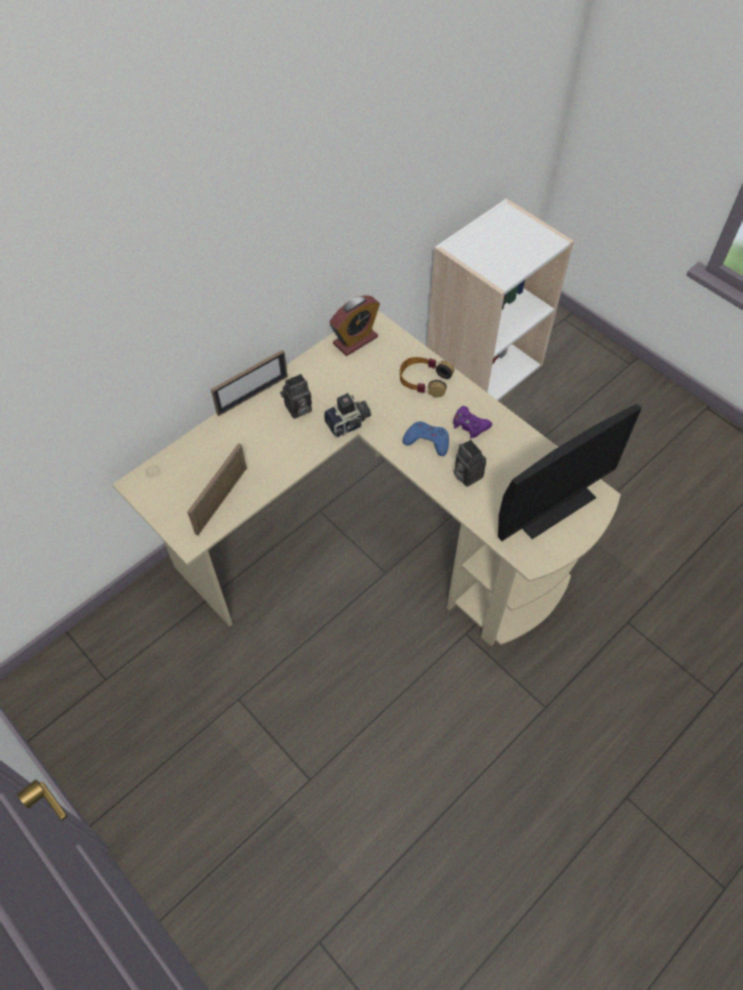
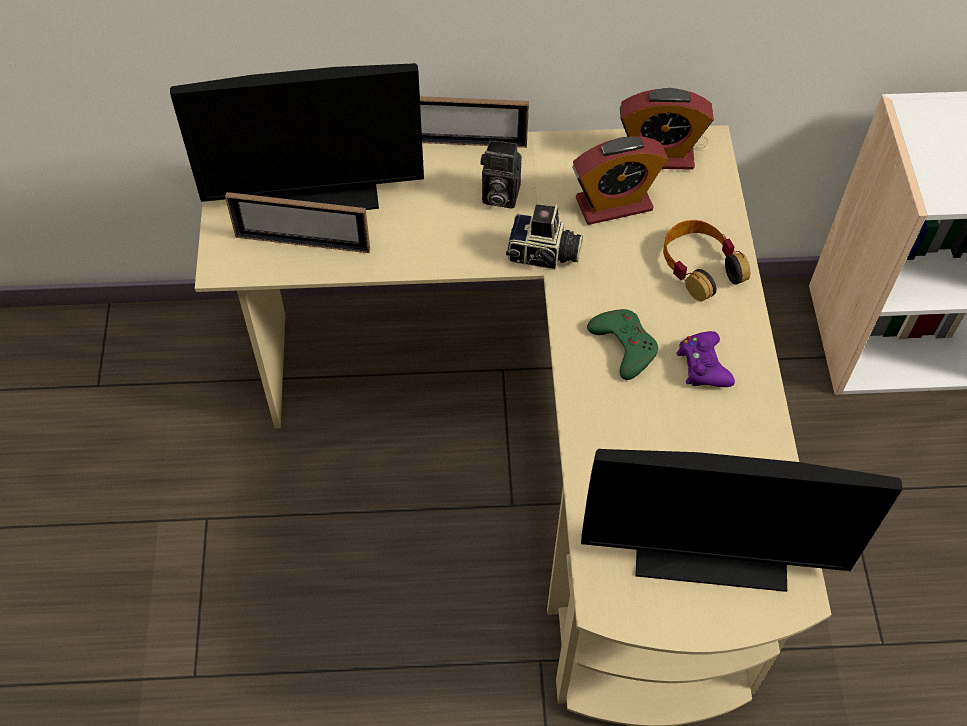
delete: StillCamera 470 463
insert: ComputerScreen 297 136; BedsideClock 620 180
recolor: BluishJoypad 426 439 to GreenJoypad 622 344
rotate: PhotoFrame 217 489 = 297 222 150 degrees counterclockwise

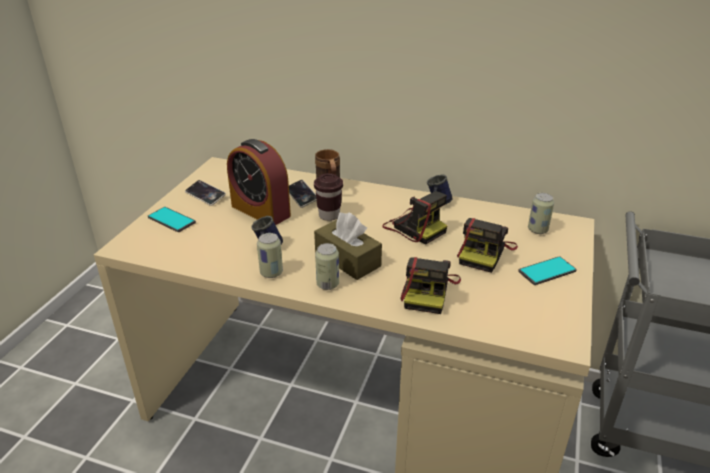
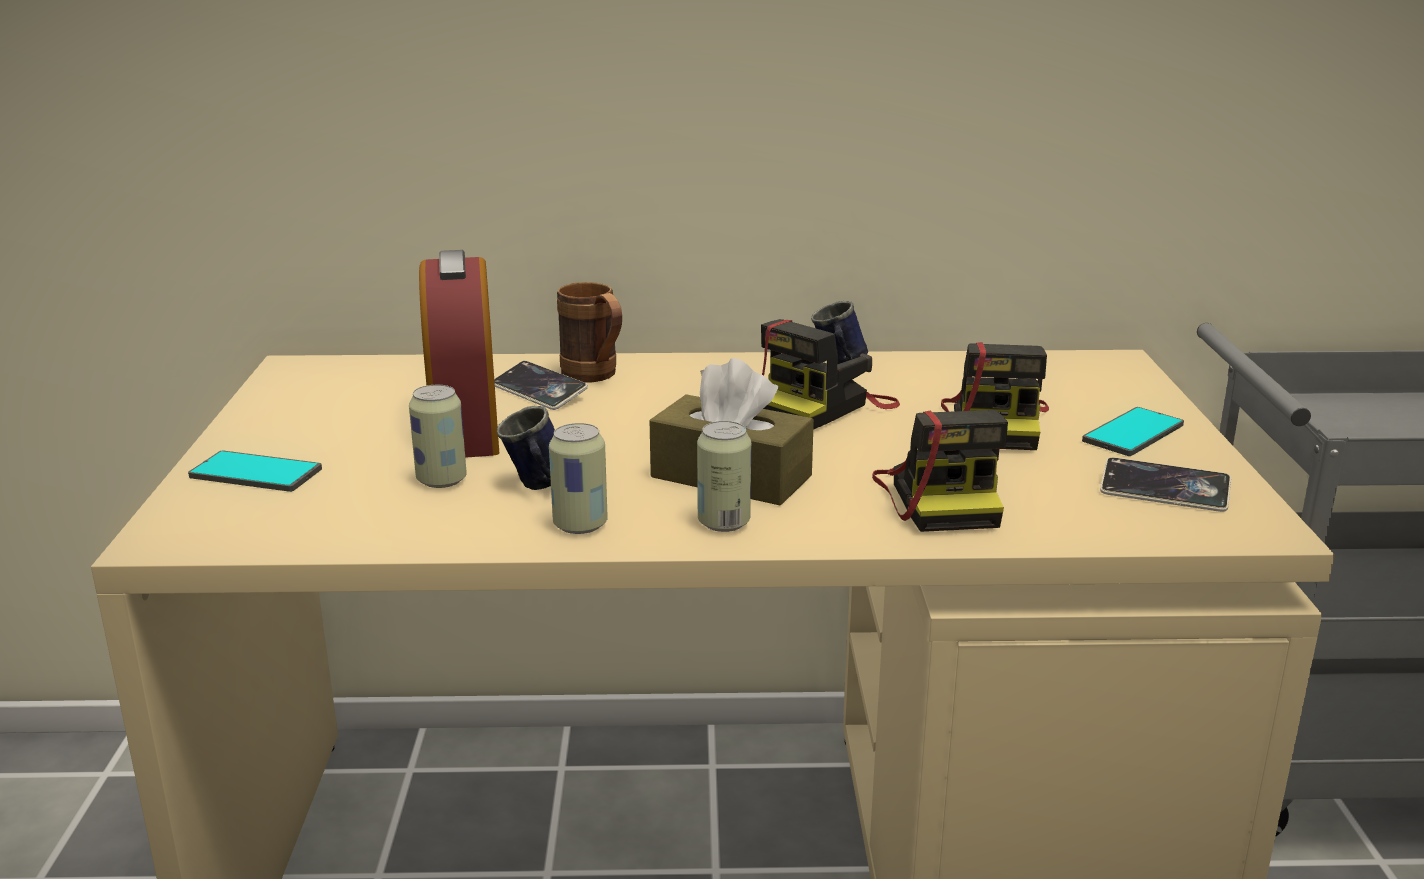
delete: BrownishSmallCup 328 197
move: Handset 205 193 to 1165 484; Can 541 213 to 438 436
rotate: BedsideClock 259 182 = 459 354 60 degrees clockwise; StillCamera 415 218 = 830 374 105 degrees clockwise

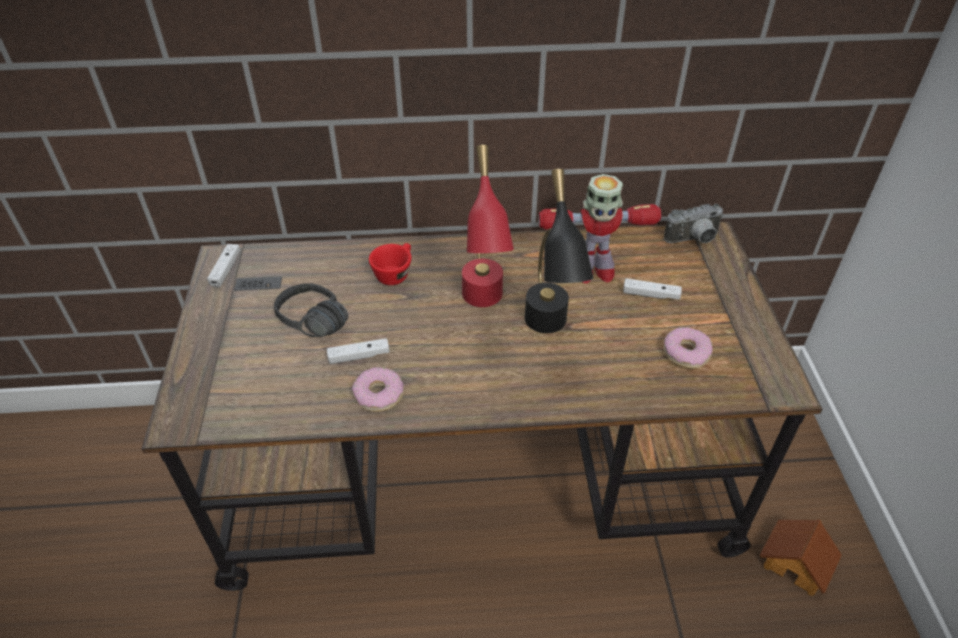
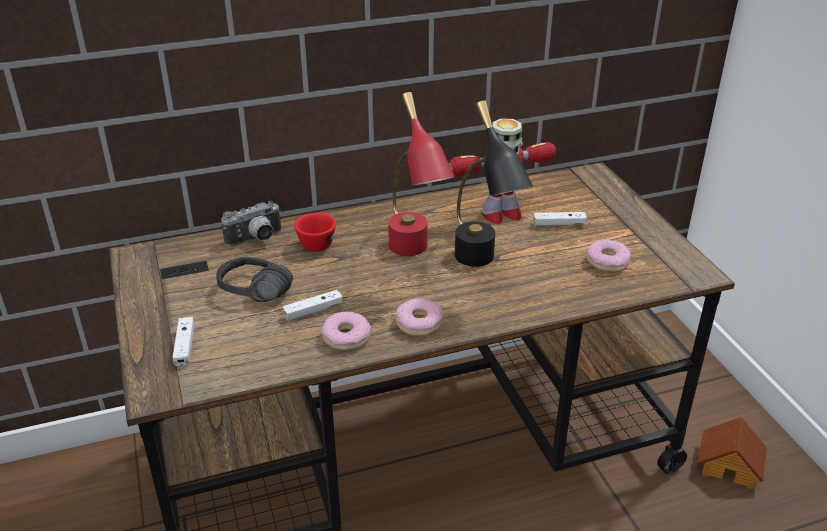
insert: Doughnut 419 317
move: StillCamera 694 223 to 251 224; WhitishJoypad 224 265 to 183 342

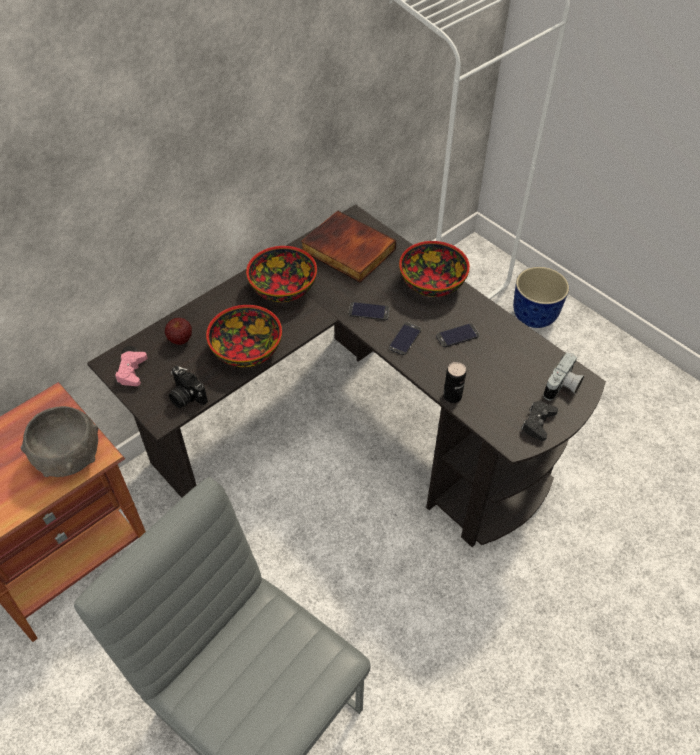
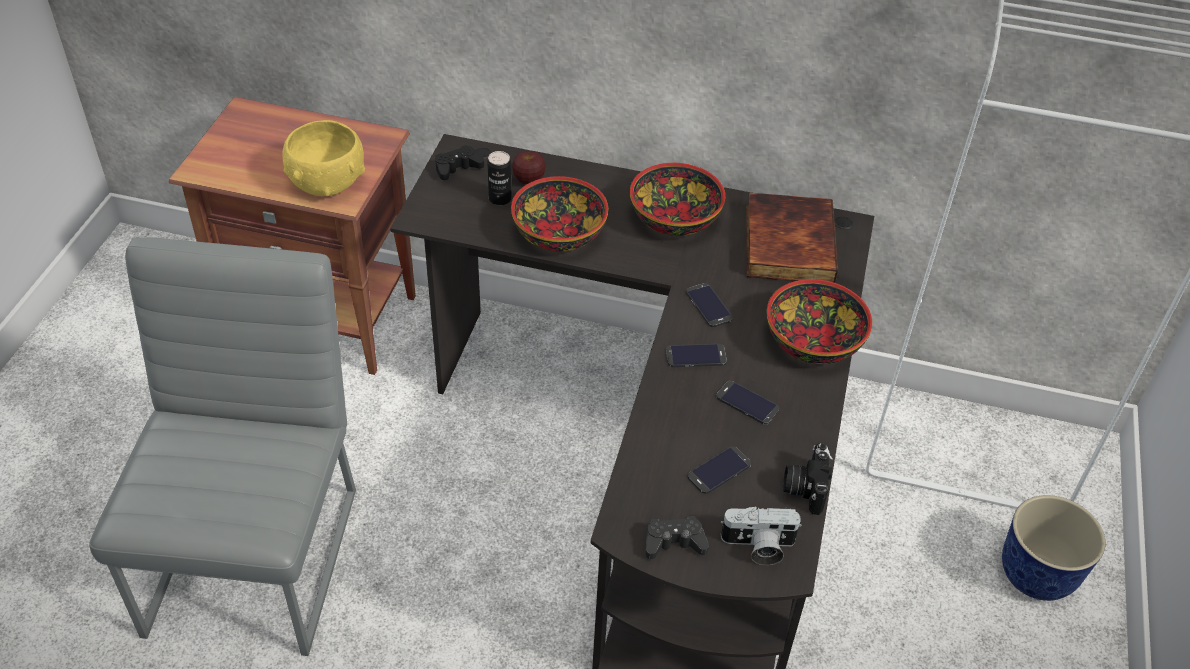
insert: Handset 719 470
move: Can 454 382 to 499 178; StillCamera 188 387 to 808 479
recolor: PinkishJoypad 131 368 to BlackJoypad 459 162; GreyBowl 59 441 to YellowishBowl 324 158

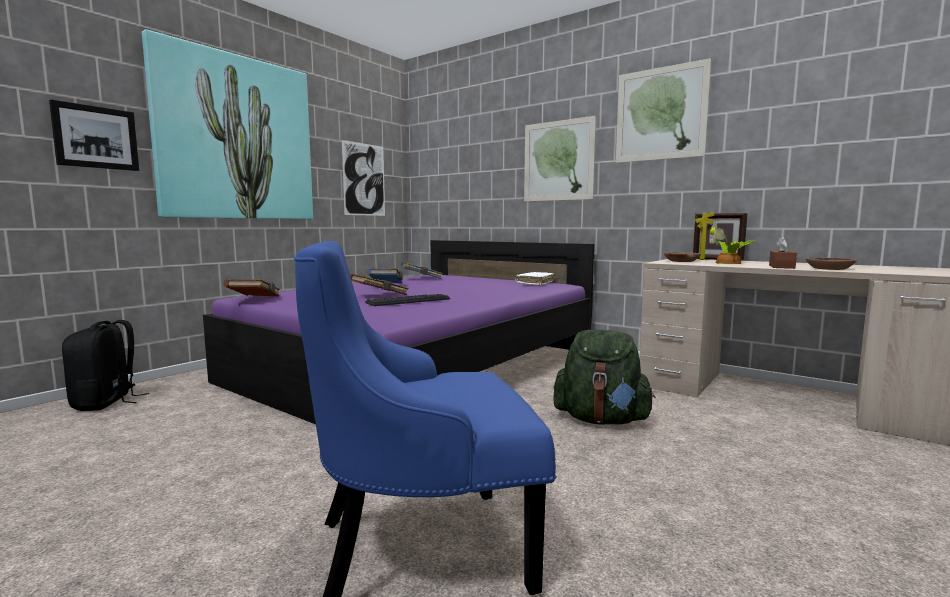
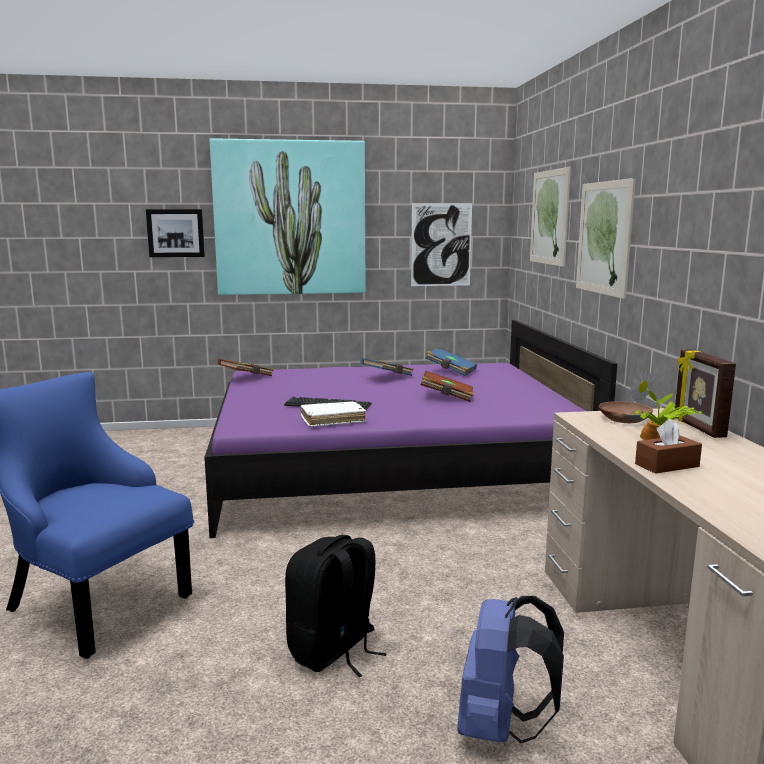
delete: BrownishBowl 831 264; GreenRucksack 604 377
insert: BluishRucksack 510 669
move: WallPicture 663 110 to 550 217; WhitishBook 534 278 to 333 414; BrownishBook 379 284 to 447 386; BlackRucksack 105 365 to 336 606

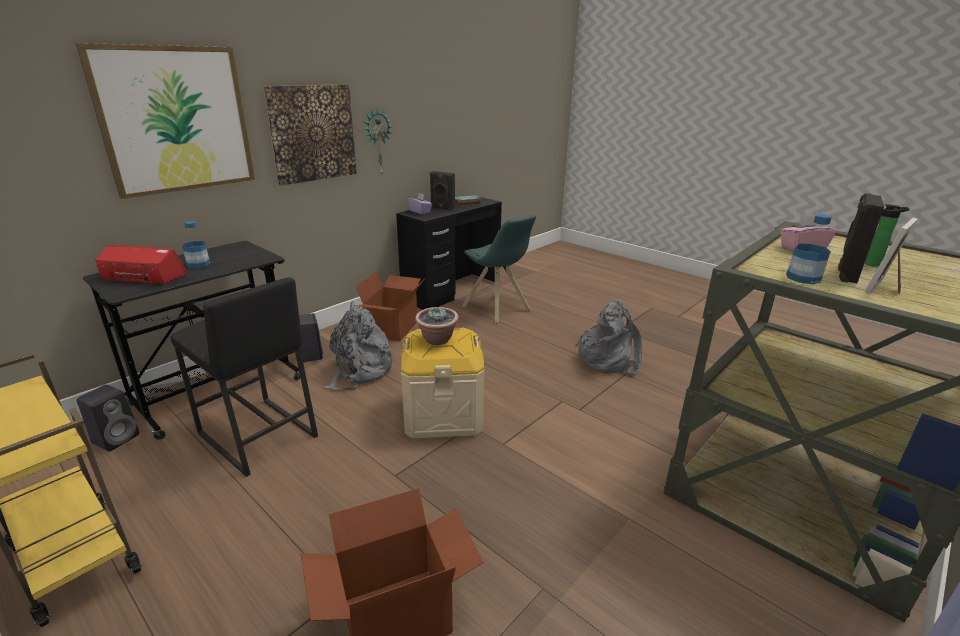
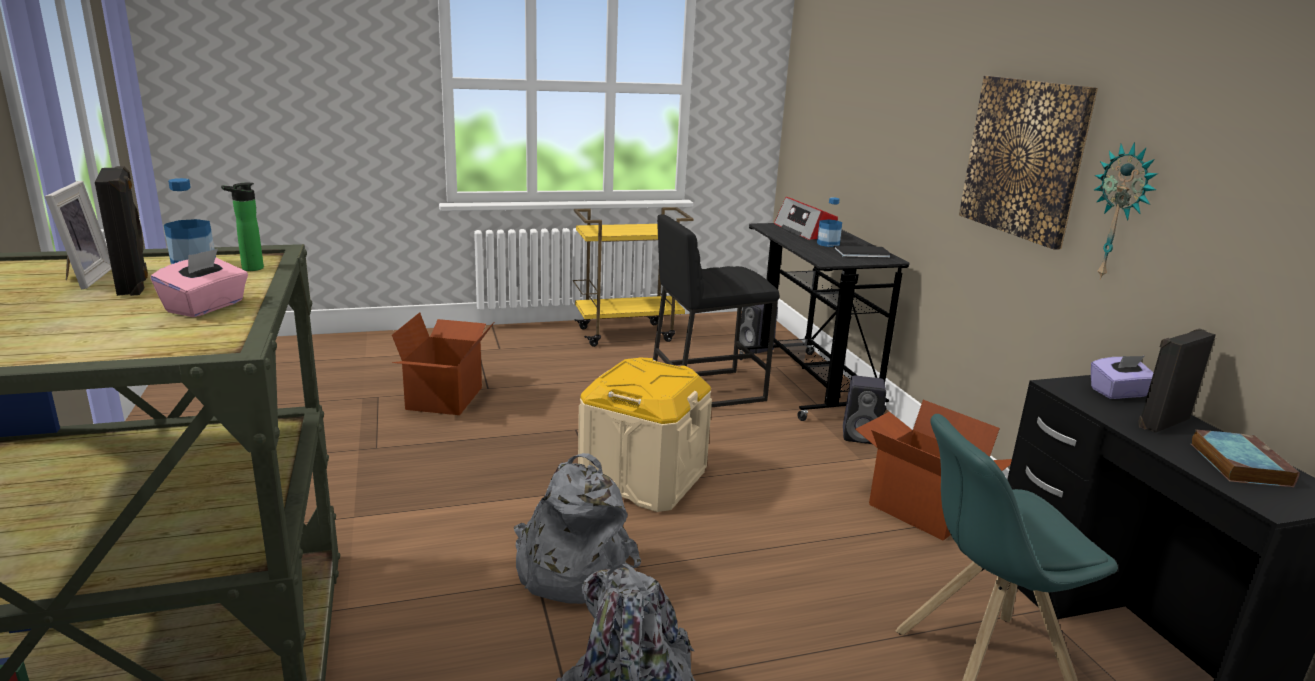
delete: WallPicture 165 121; PottedPlant 437 326
insert: BlackBook 862 252
move: BeverageBottle 887 235 to 242 227; GreyRucksack 360 345 to 577 528
rotate: RadioReceiver 141 264 = 806 218 120 degrees clockwise

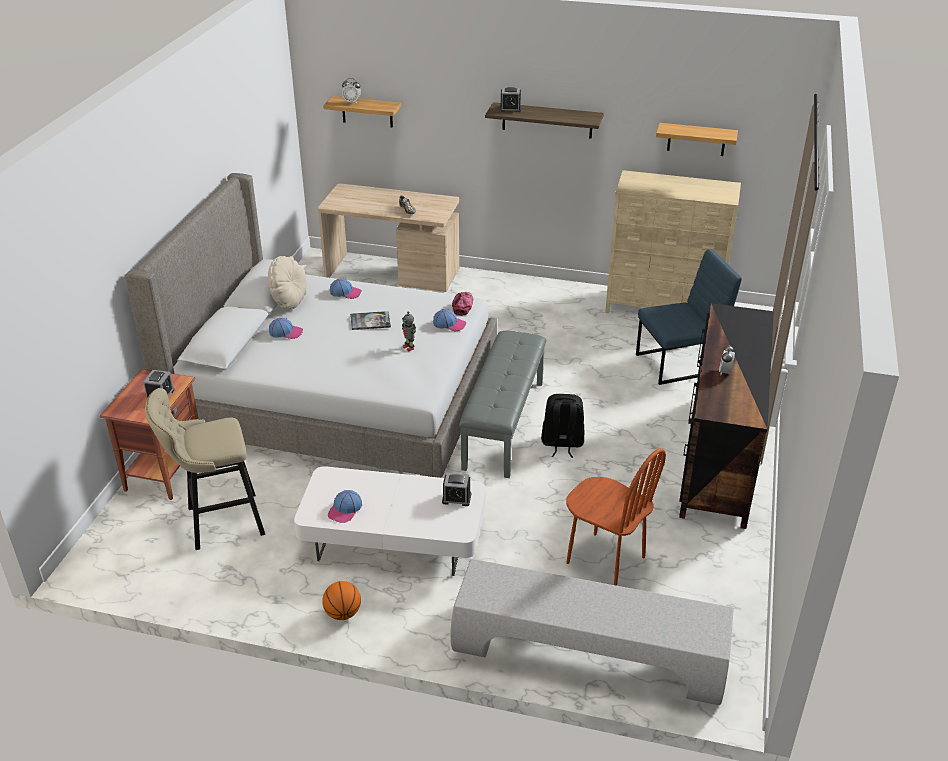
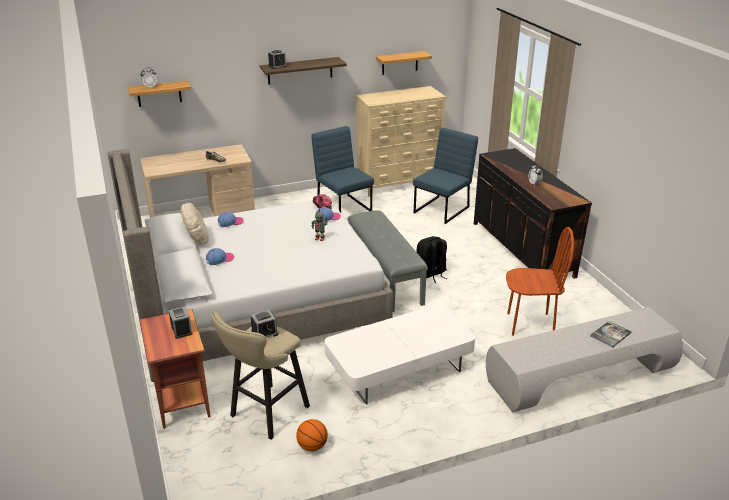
delete: Cap 345 506
insert: BluishChair 342 169
move: Book 370 320 to 610 334; BedsideClock 457 489 to 265 323; BasketballBall 341 600 to 312 435

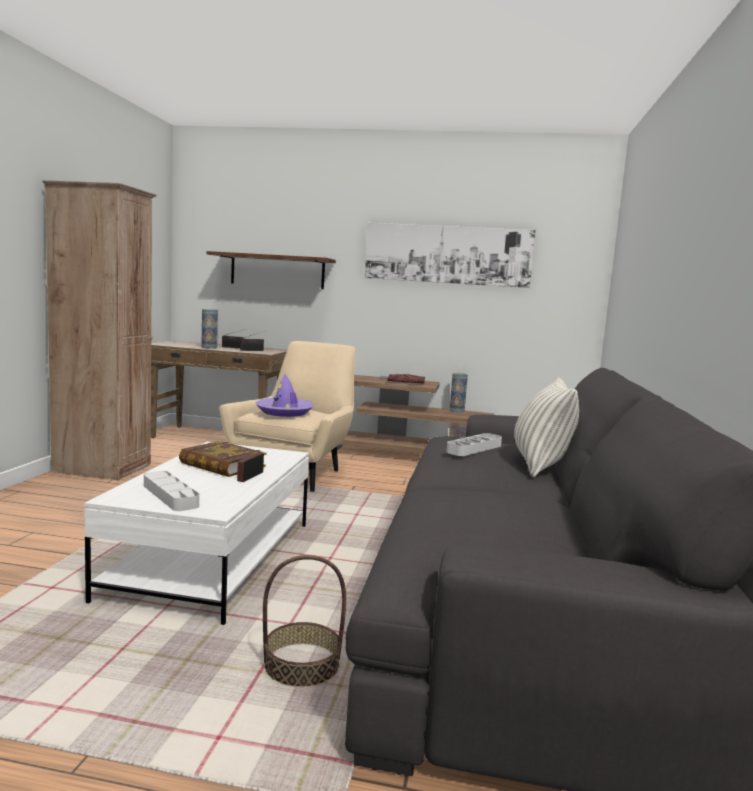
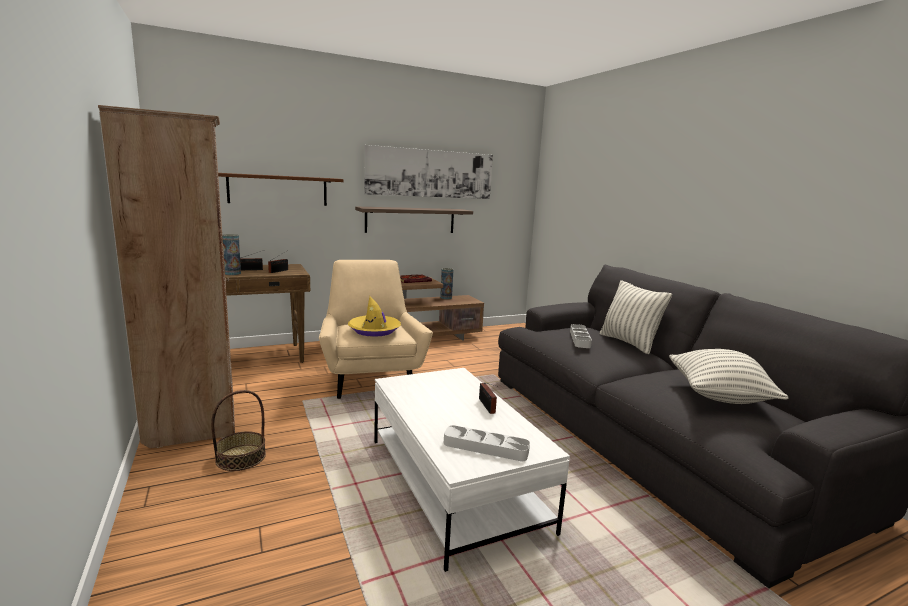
delete: Book 223 459
insert: WallShelf 414 219; Pillow 728 376
move: StorageBasket 304 621 to 238 430
recolor: PurplishHat 285 395 to YellowishHat 374 316

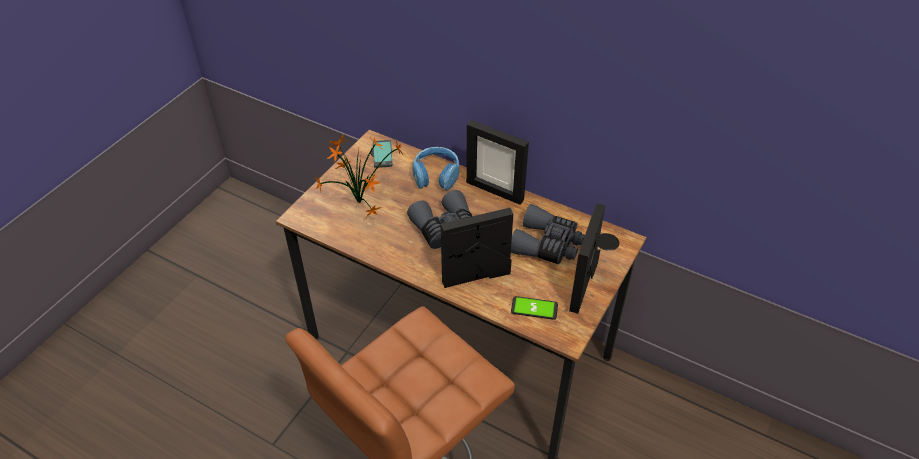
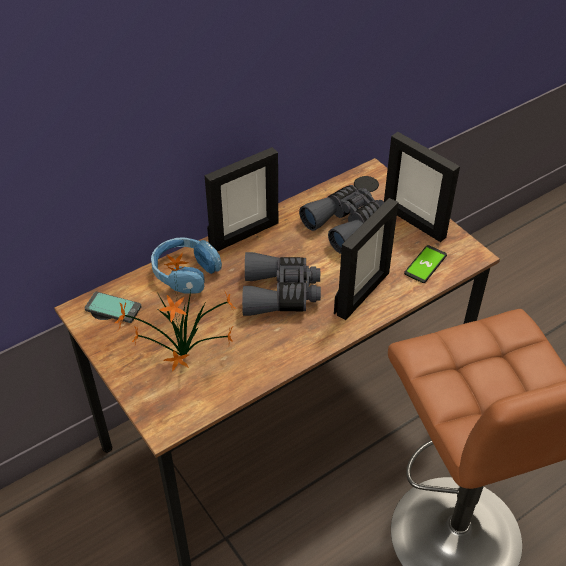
rotate: PhotoFrame 477 248 = 366 259 150 degrees counterclockwise

